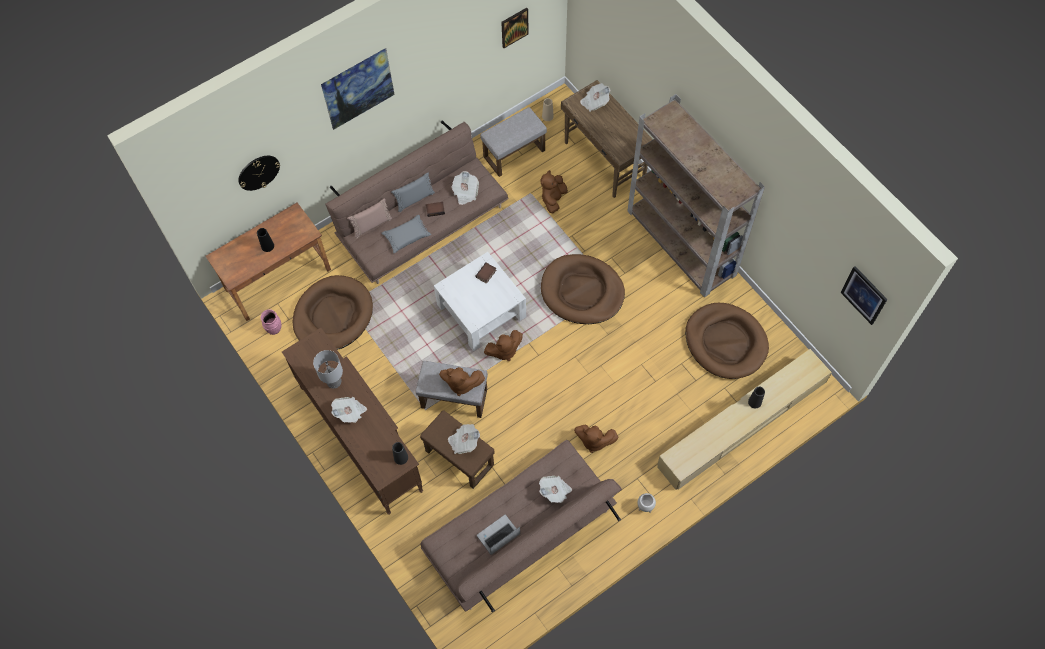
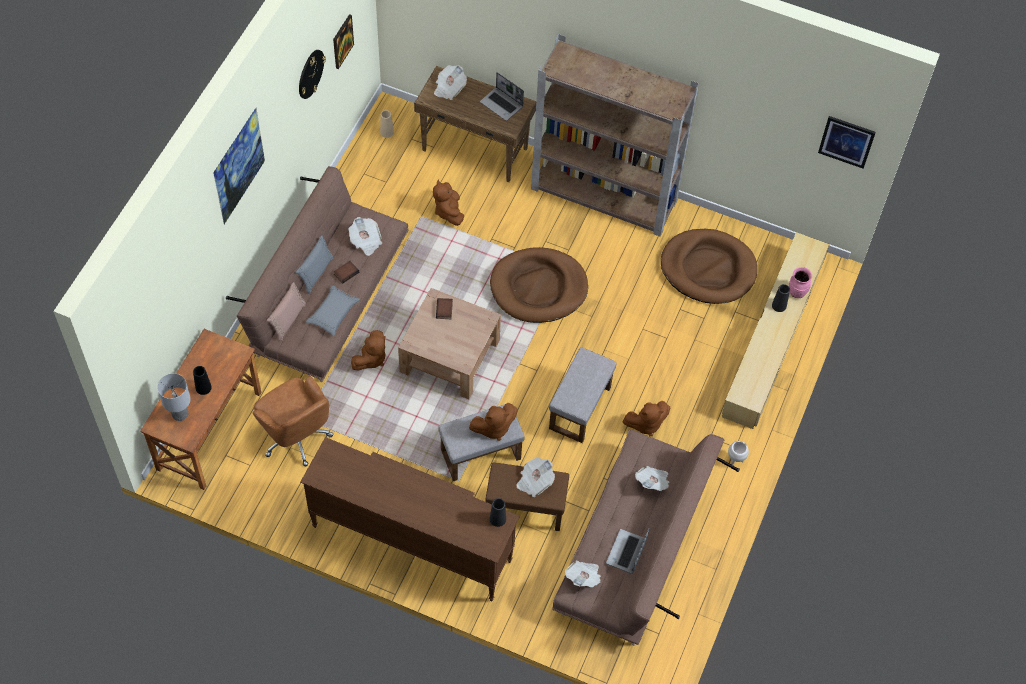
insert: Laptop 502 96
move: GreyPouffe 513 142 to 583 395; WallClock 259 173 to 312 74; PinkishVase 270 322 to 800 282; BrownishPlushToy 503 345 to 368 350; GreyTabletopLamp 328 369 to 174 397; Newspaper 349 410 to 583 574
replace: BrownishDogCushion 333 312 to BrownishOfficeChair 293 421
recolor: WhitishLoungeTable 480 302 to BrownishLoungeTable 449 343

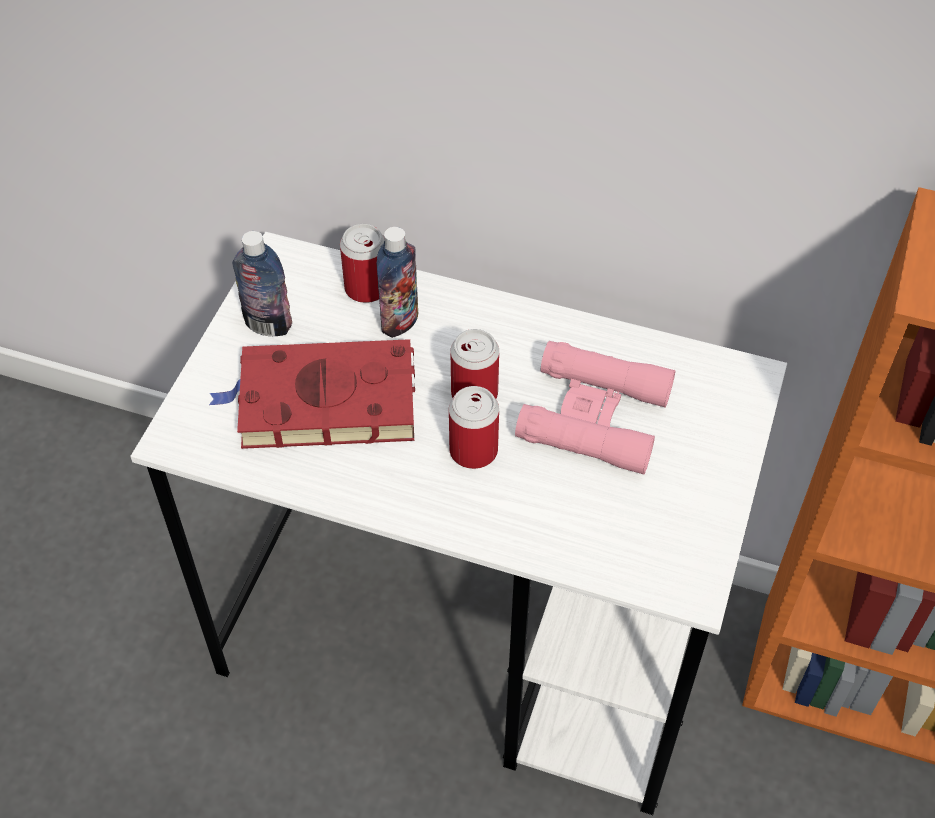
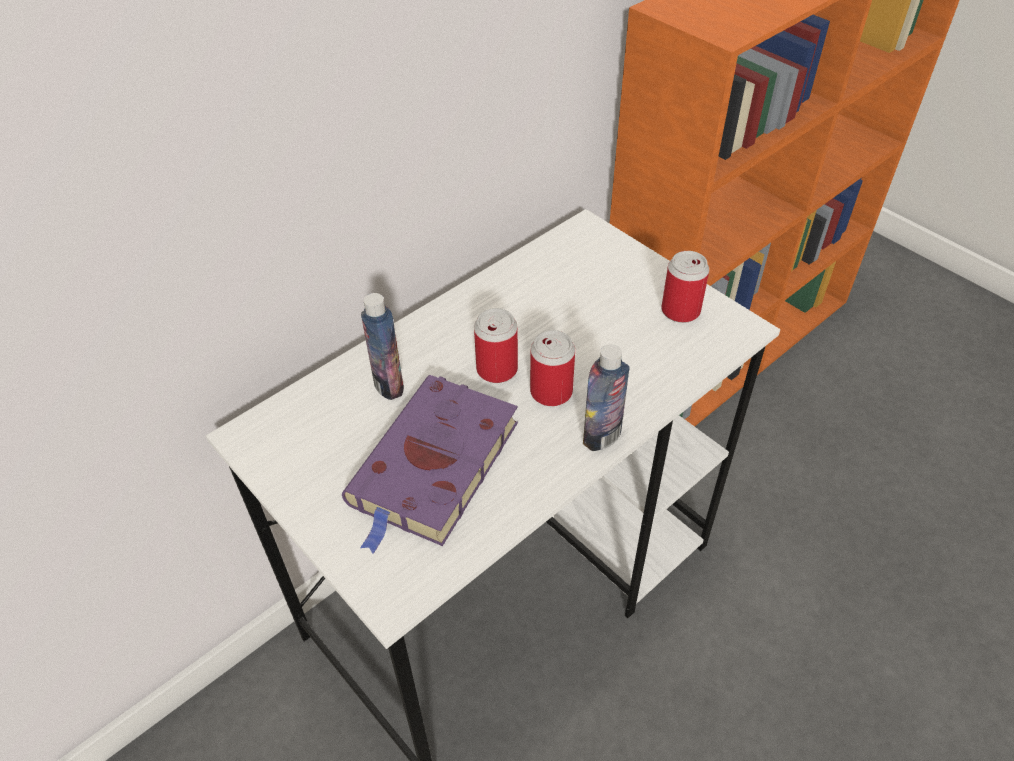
delete: PinkishFieldGlasses 595 408
move: Can 362 263 to 685 287; BeverageBottle 262 283 to 606 397
recolor: RedBook 312 394 to PurplishBook 430 464

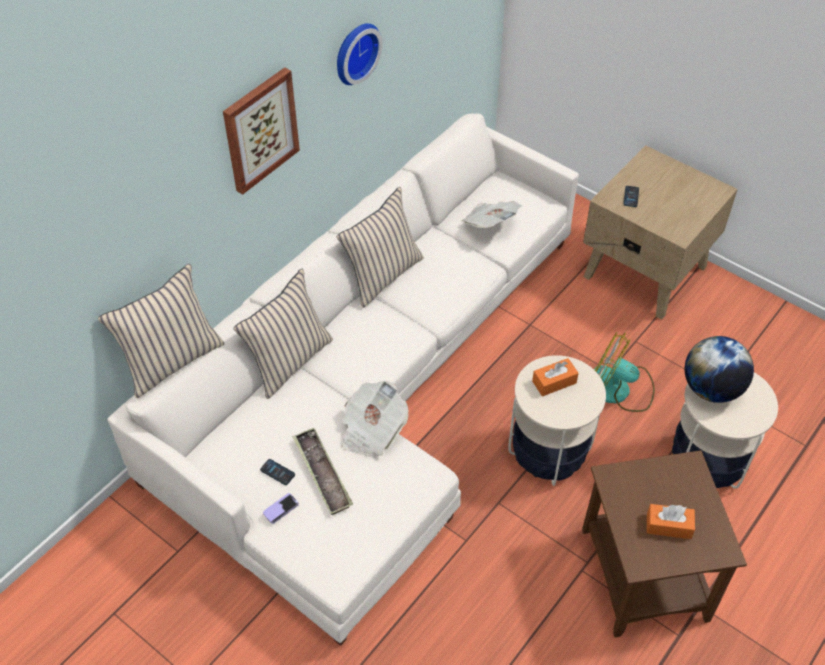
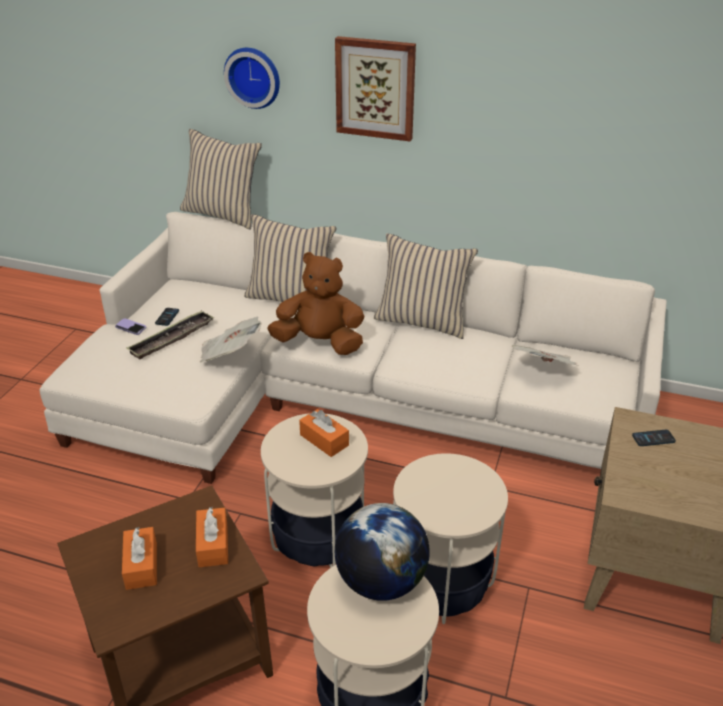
insert: BrownishPlushToy 316 303; OrangeColouredBoxOfTissues 212 537
move: WallClock 360 54 to 252 78
replace: ElectricFan 624 372 to SandColouredSideTable 450 538

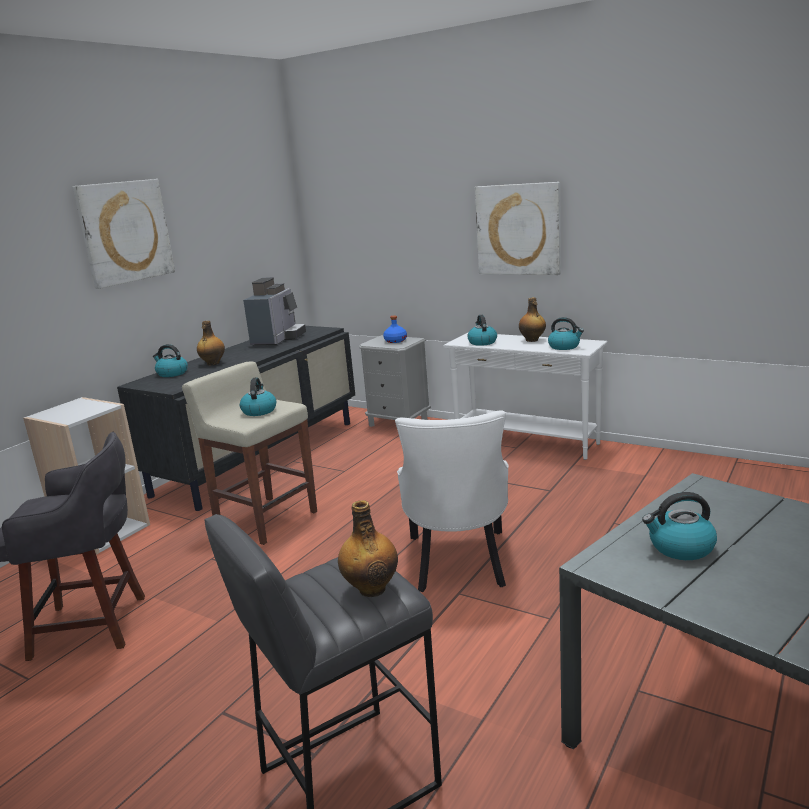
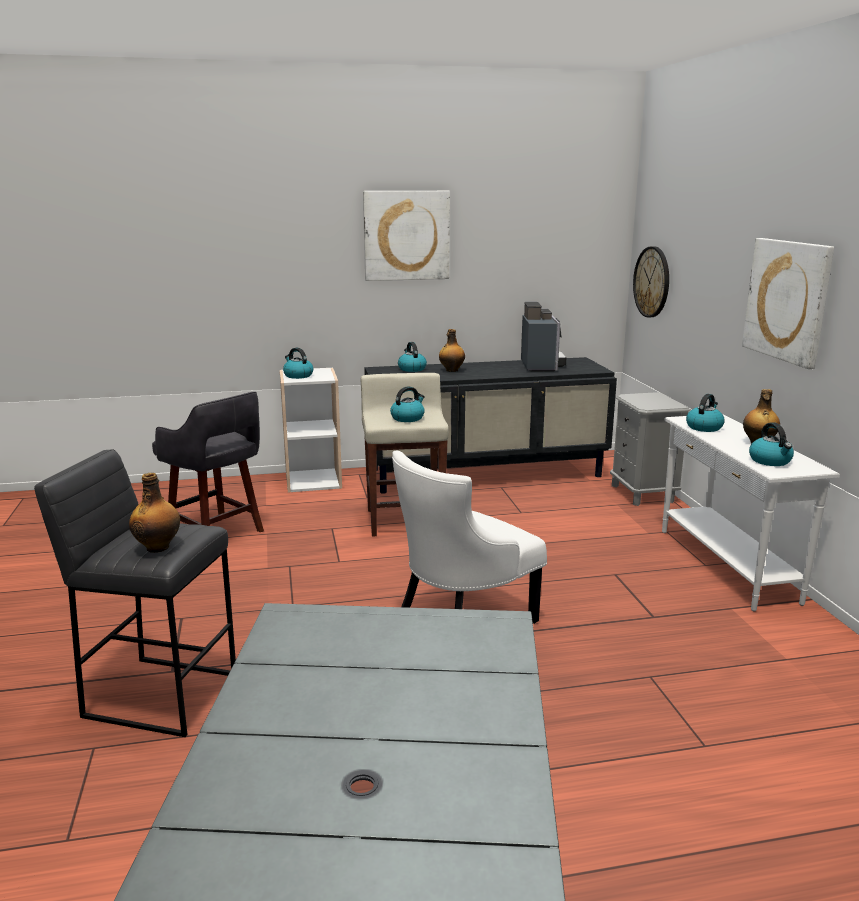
delete: BluishBeverageBottle 395 329
insert: WallClock 651 281
move: Kettle 679 526 to 298 363
rotate: CoffeeMaker 274 311 = 543 337 60 degrees counterclockwise

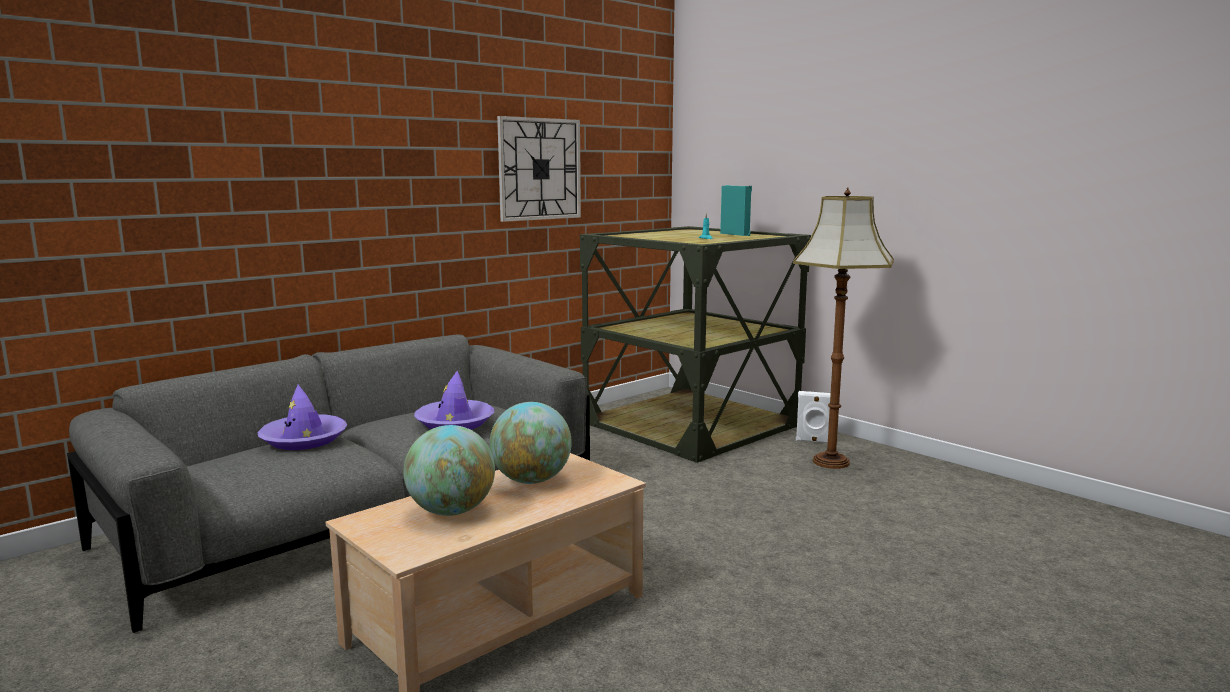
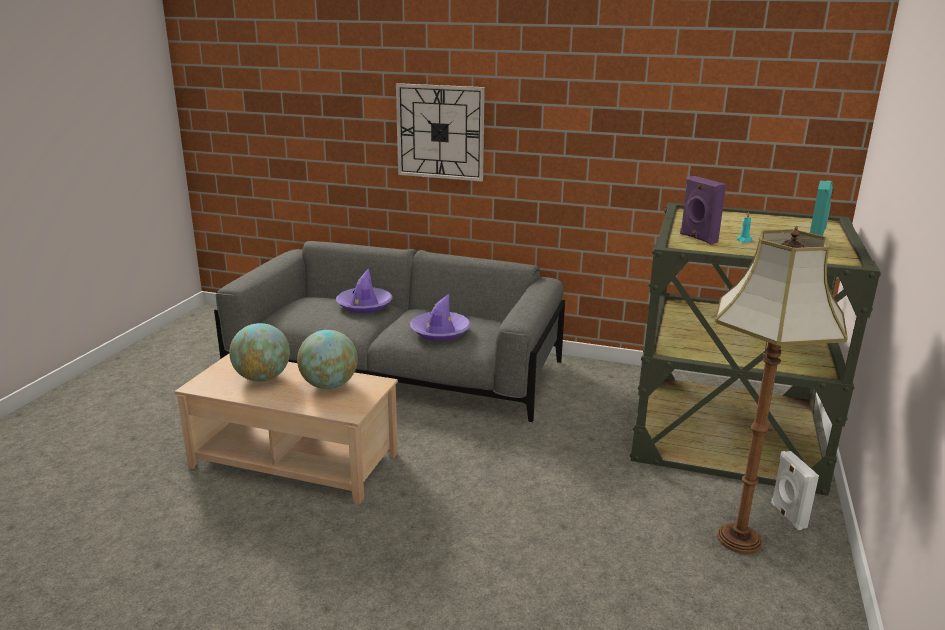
insert: PurplishAudioSpeaker 703 210
move: WallClock 539 169 to 440 132

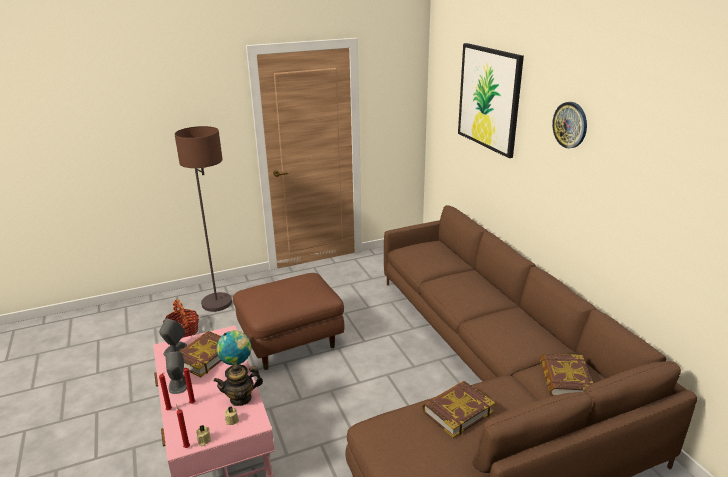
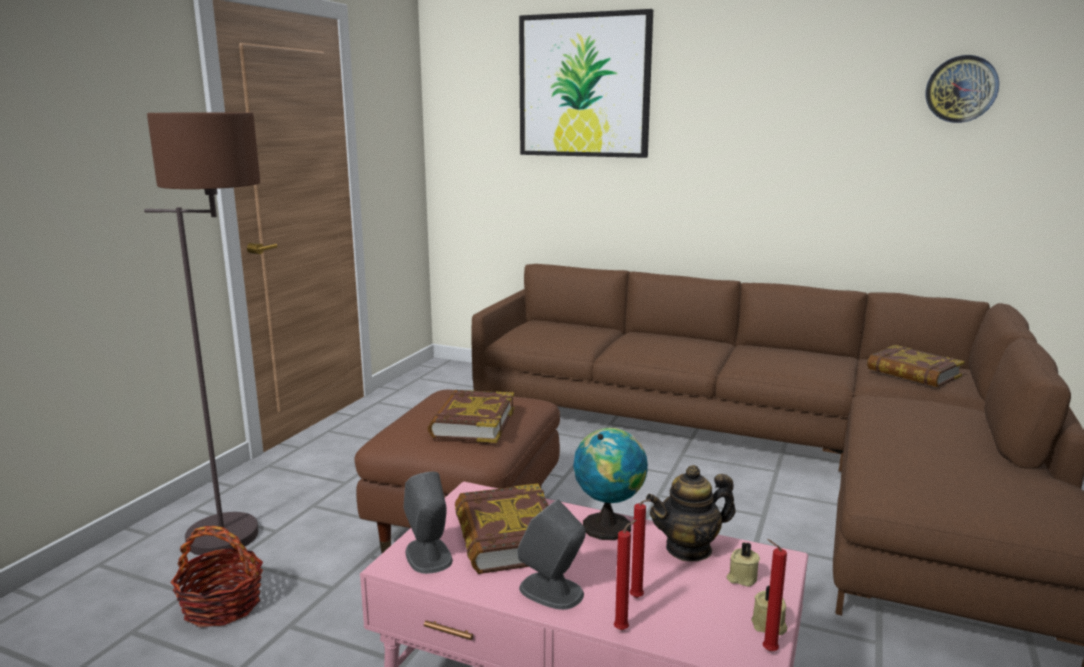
move: WallClock 569 125 to 962 89; Book 458 409 to 471 416
rotate: Teapot 238 385 = 690 513 45 degrees clockwise

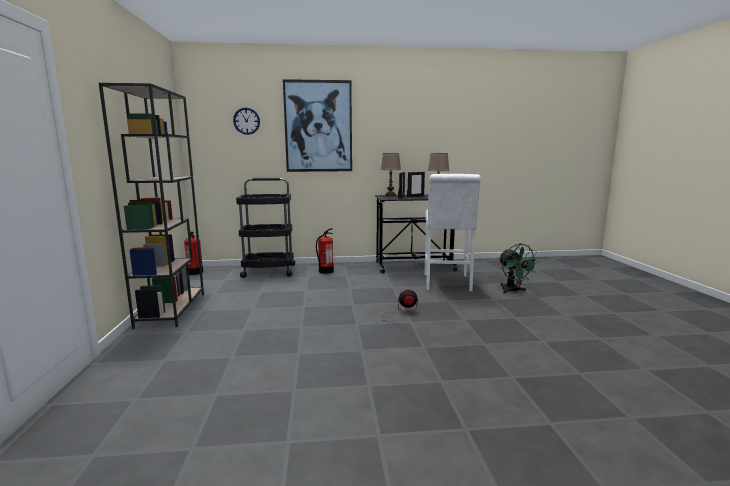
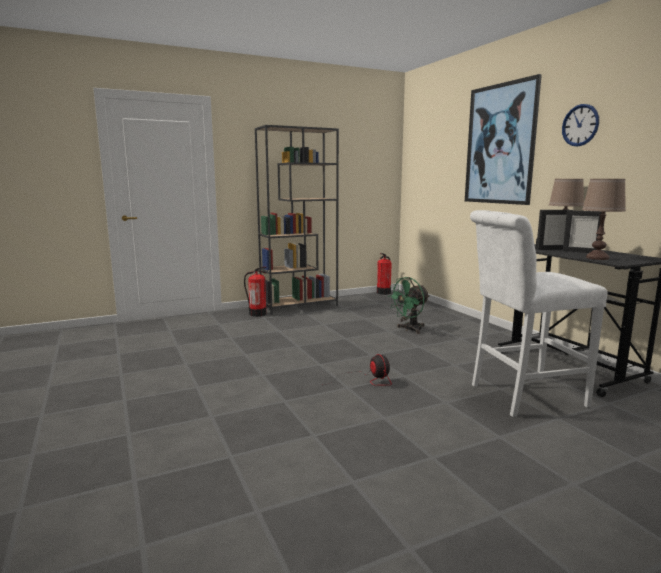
delete: BlackWheeledCart 265 228
move: WallClock 246 121 to 580 125; FireFightingCylinder 325 251 to 255 292; GreenElectricFan 518 268 to 408 305

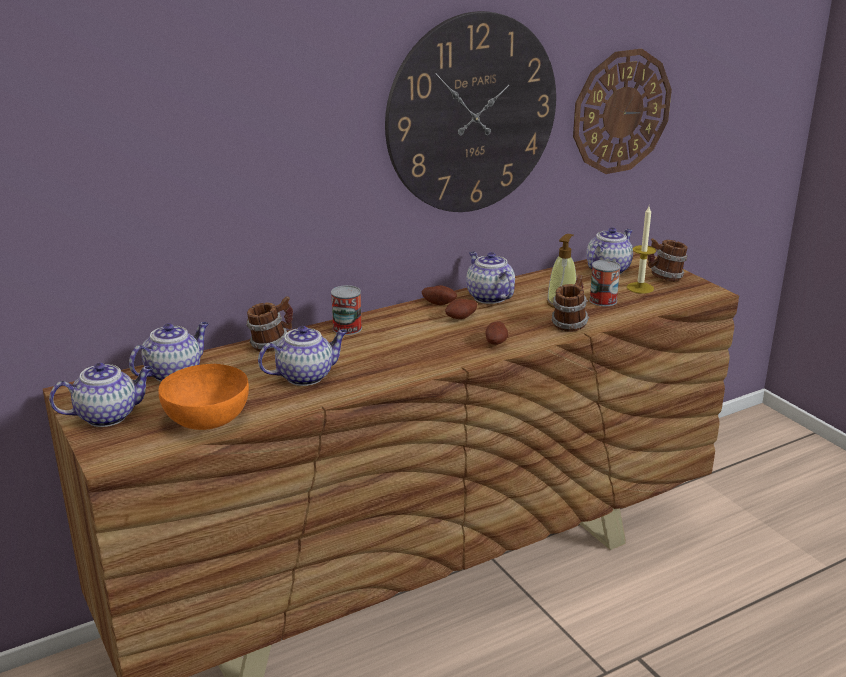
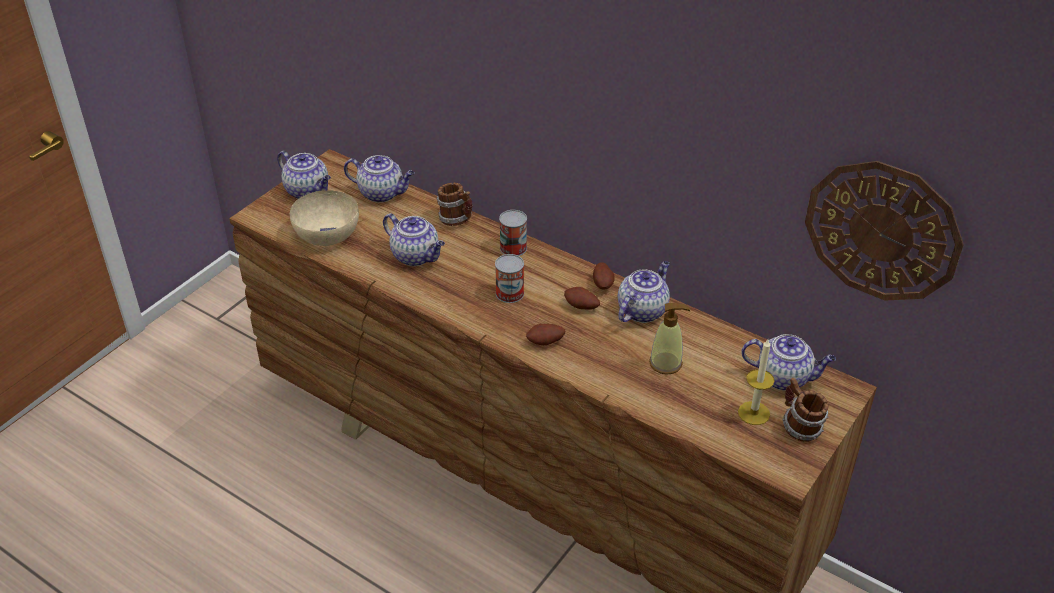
delete: WallClock 470 111; TeaMug 570 303
move: Can 605 283 to 509 278
recolor: OrangeColouredBowl 204 397 to SandColouredBowl 324 218

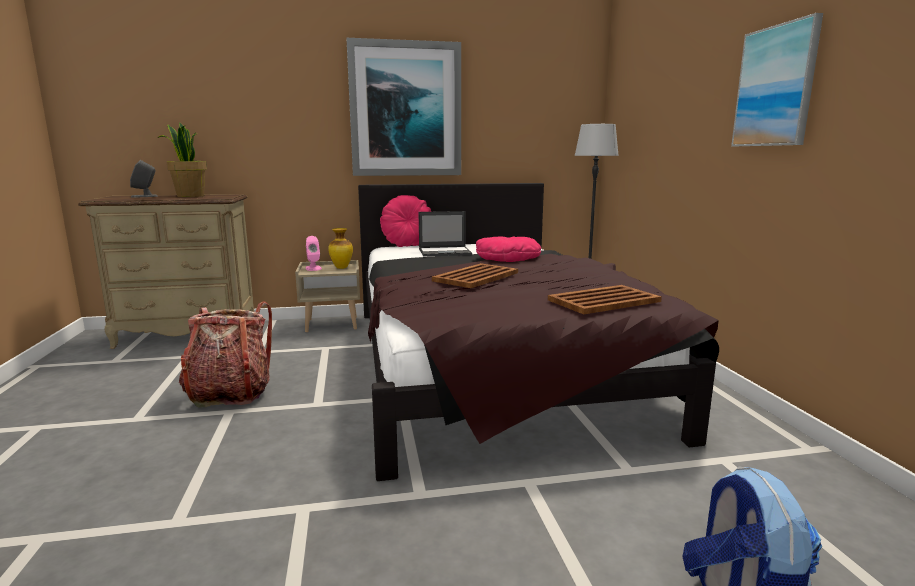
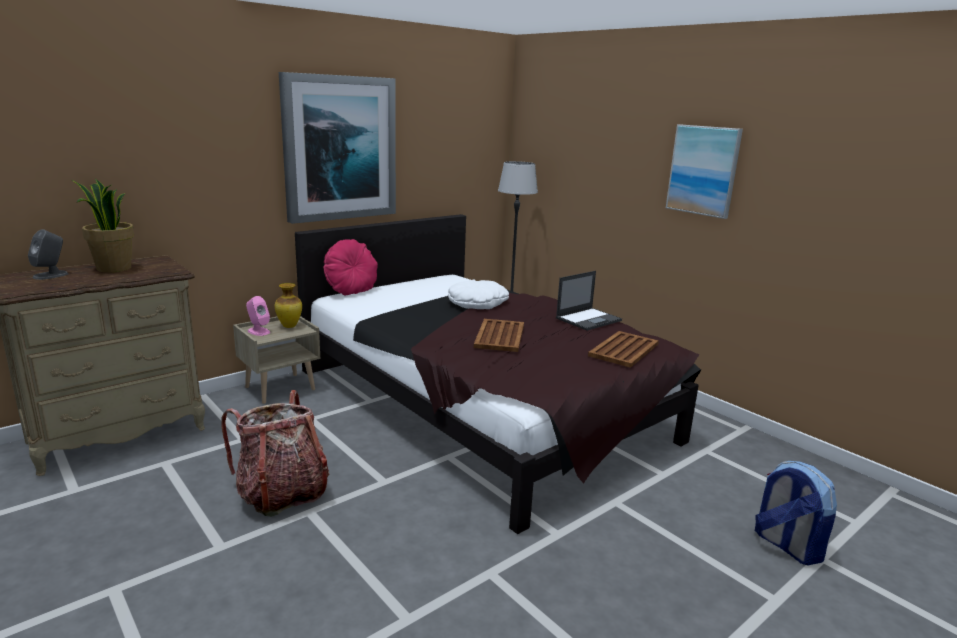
move: Laptop 445 234 to 589 301
recolor: PinkishPillow 508 249 to WhitishPillow 478 294

